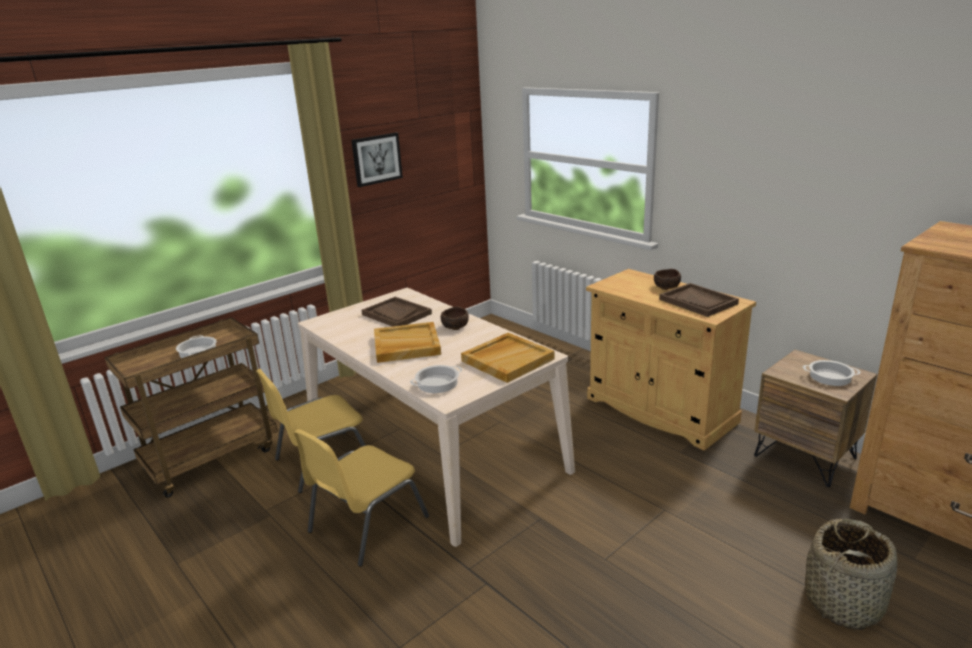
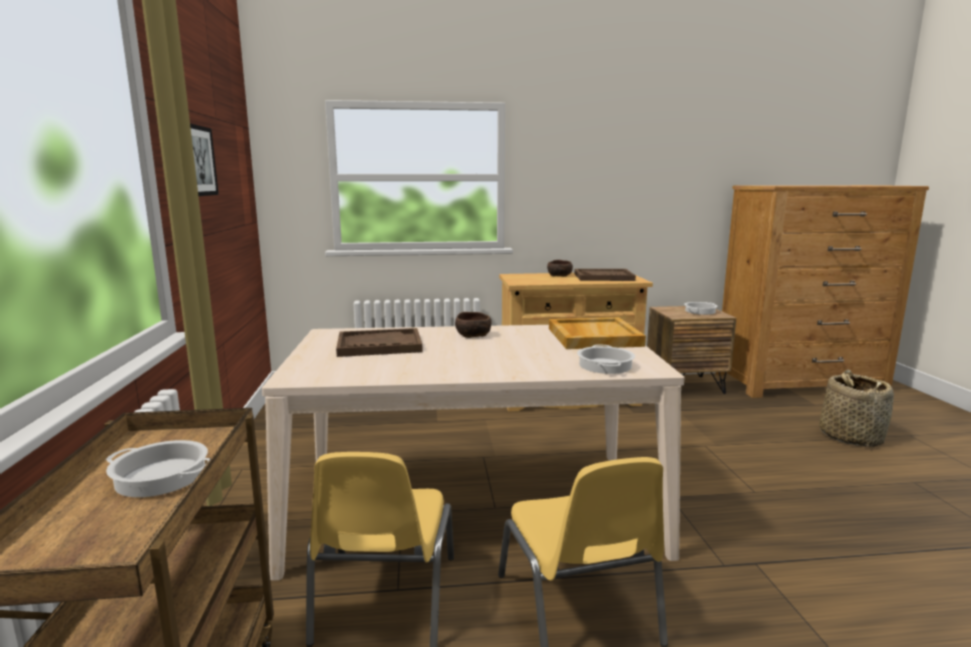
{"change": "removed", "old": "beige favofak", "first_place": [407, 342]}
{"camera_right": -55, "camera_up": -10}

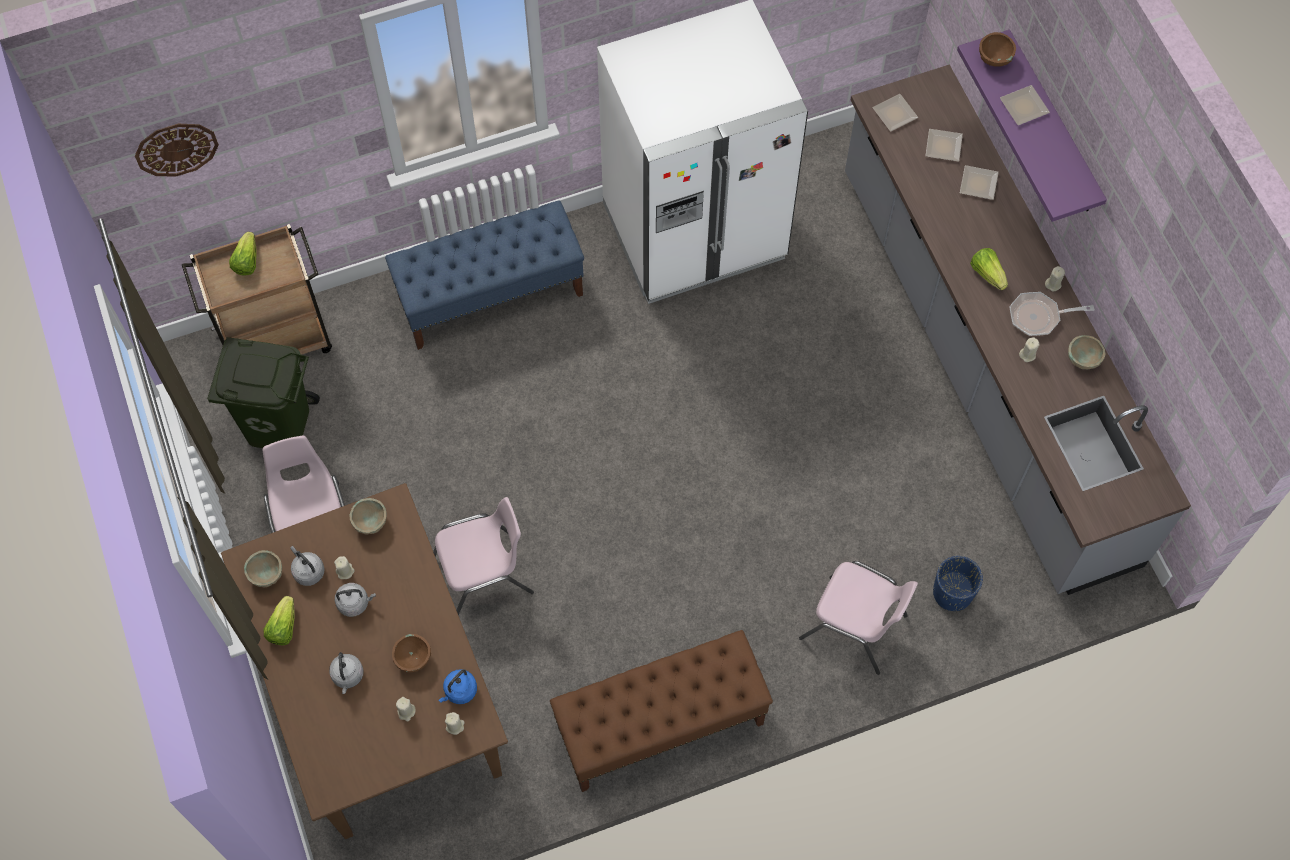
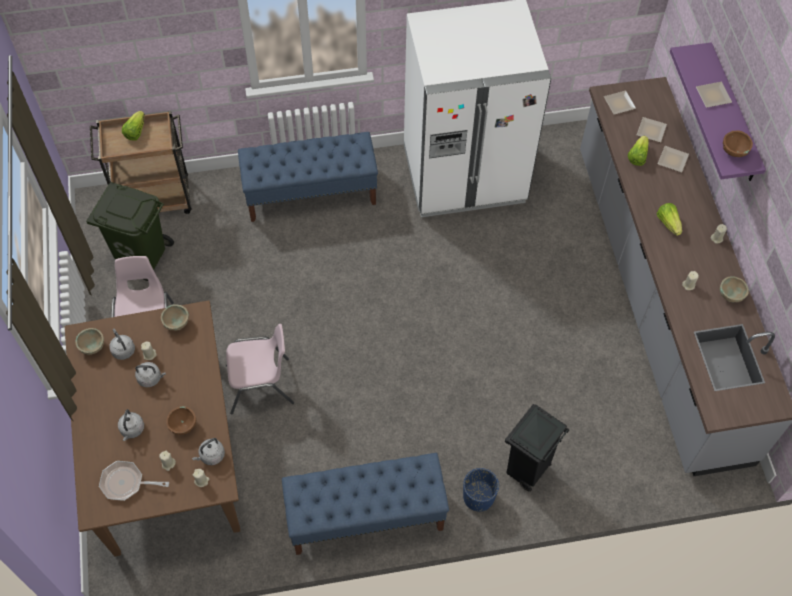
{"change": "removed", "old": "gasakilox", "first_place": [177, 150]}
{"change": "moved", "old": "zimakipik", "first_place": [279, 620], "second_place": [638, 151]}
{"change": "recoloured", "old": "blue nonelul", "new": "grey nonelul", "first_place": [457, 686], "second_place": [208, 451]}
{"change": "recoloured", "old": "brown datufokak", "new": "blue datufokak", "first_place": [661, 711], "second_place": [365, 504]}
{"change": "replaced", "old": "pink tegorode", "new": "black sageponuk", "first_place": [858, 618], "second_place": [537, 448]}
{"change": "moved", "old": "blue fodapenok", "first_place": [958, 583], "second_place": [481, 490]}
{"change": "moved", "old": "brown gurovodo", "first_place": [997, 49], "second_place": [738, 143]}
{"change": "moved", "old": "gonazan", "first_place": [1052, 314], "second_place": [134, 481]}
{"camera_right": 10, "camera_up": -5}

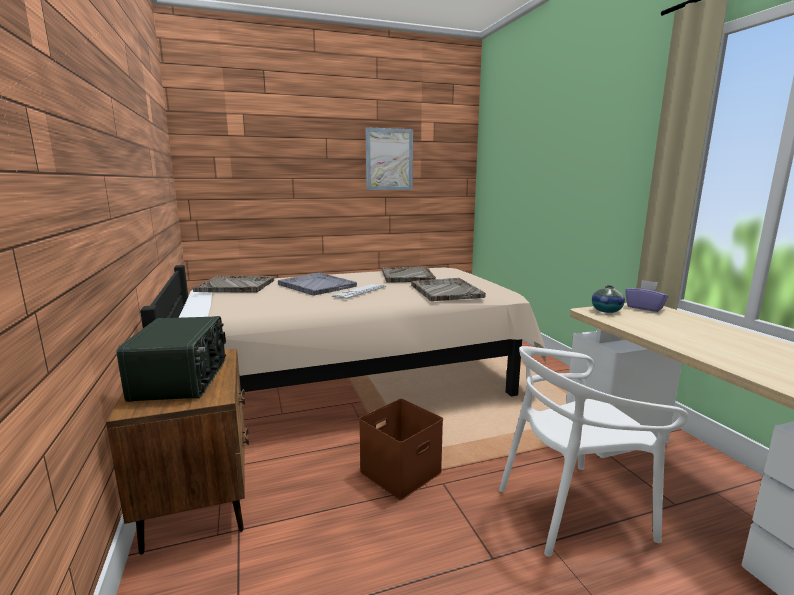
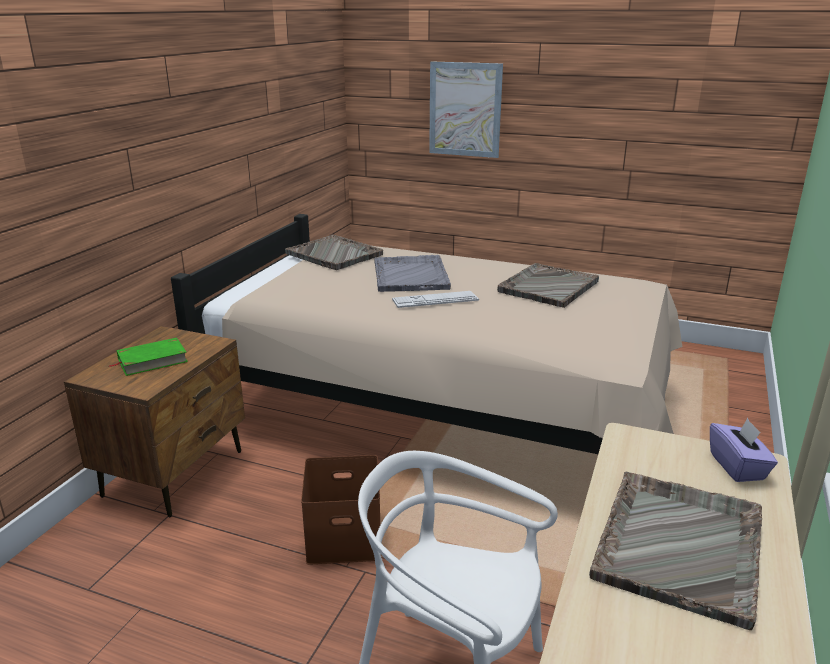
{"change": "replaced", "old": "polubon", "new": "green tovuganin", "first_place": [171, 359], "second_place": [148, 357]}
{"change": "moved", "old": "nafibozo", "first_place": [389, 158], "second_place": [466, 109]}
{"change": "moved", "old": "grey favofak", "first_place": [448, 289], "second_place": [675, 550]}
{"change": "removed", "old": "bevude", "first_place": [608, 299]}
{"camera_right": 40, "camera_up": 10}

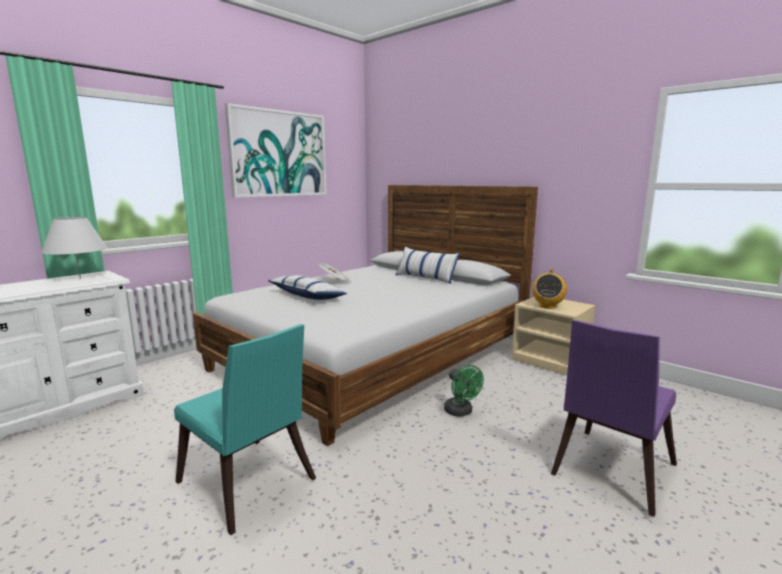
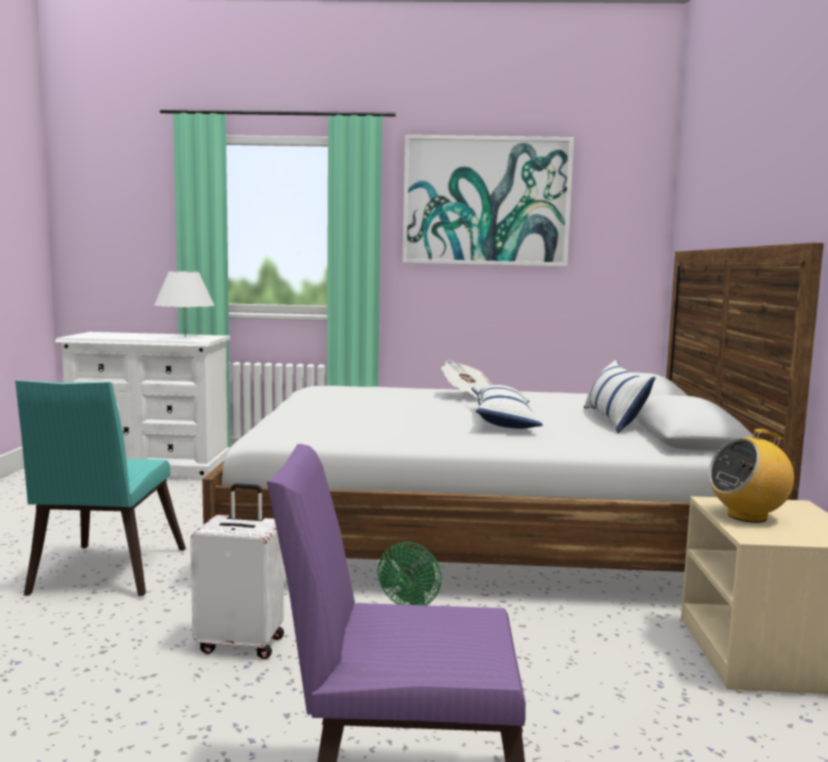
{"change": "moved", "old": "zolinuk", "first_place": [307, 287], "second_place": [507, 407]}
{"change": "added", "new": "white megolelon", "second_place": [237, 571]}
{"camera_right": 50, "camera_up": -5}

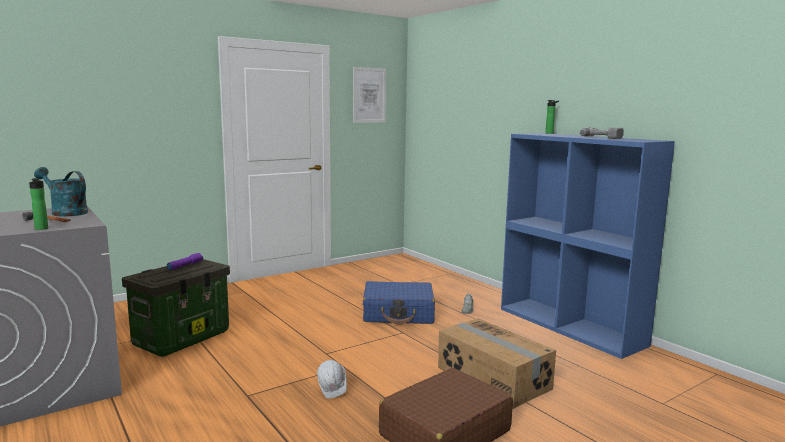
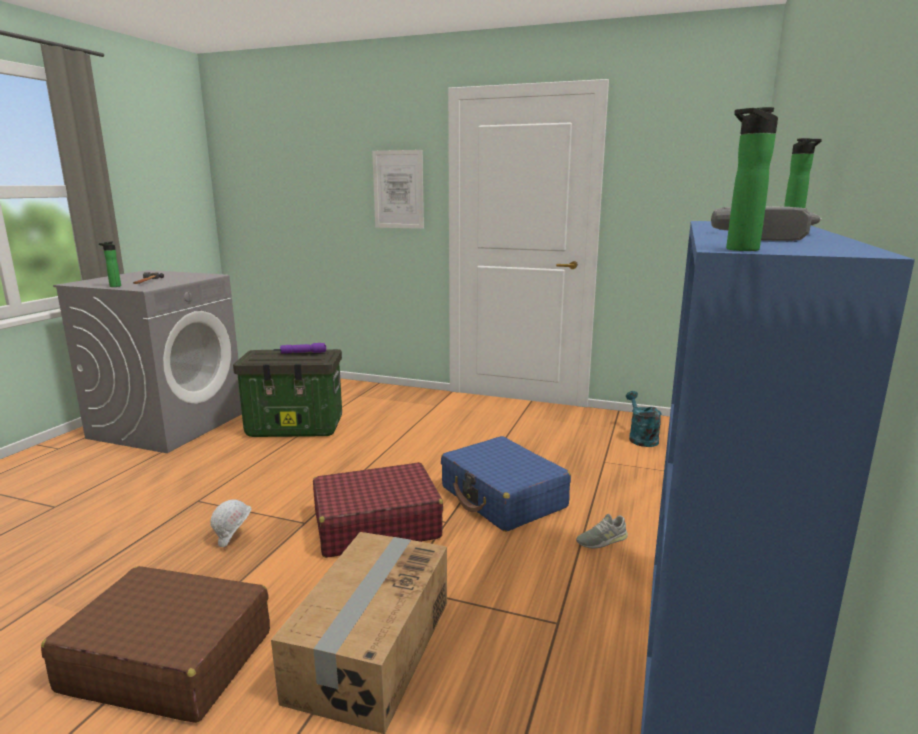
{"change": "moved", "old": "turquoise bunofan", "first_place": [61, 192], "second_place": [644, 419]}
{"change": "moved", "old": "nafibozo", "first_place": [369, 95], "second_place": [398, 189]}
{"change": "added", "new": "red megolelon", "second_place": [378, 510]}
{"change": "added", "new": "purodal", "second_place": [752, 179]}
{"camera_right": 55, "camera_up": 5}

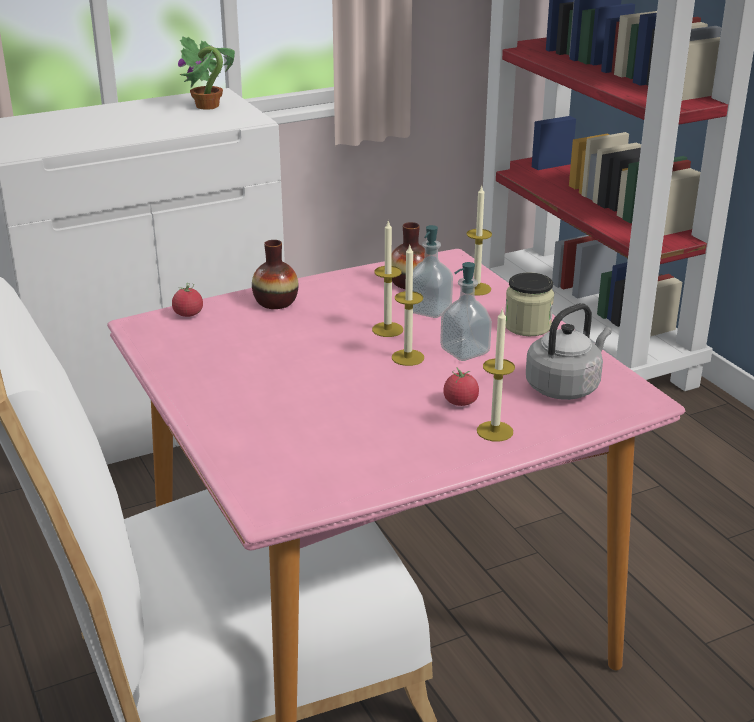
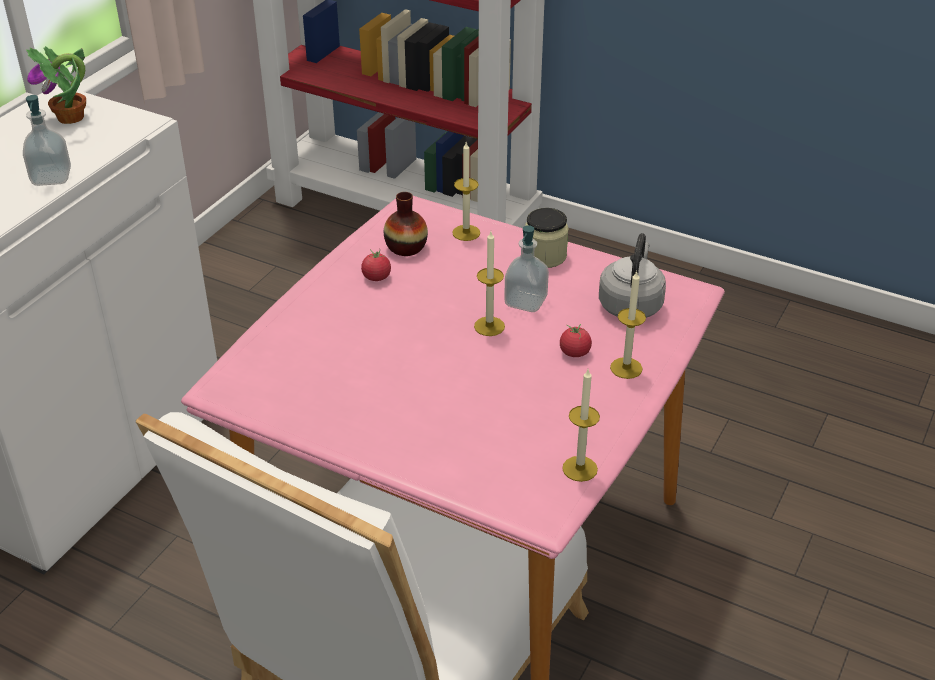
{"change": "moved", "old": "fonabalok", "first_place": [187, 300], "second_place": [376, 265]}
{"change": "removed", "old": "bevude", "first_place": [275, 274]}
{"change": "moved", "old": "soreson", "first_place": [387, 278], "second_place": [581, 425]}
{"change": "moved", "old": "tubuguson", "first_place": [433, 271], "second_place": [47, 140]}
{"camera_right": -35, "camera_up": 10}

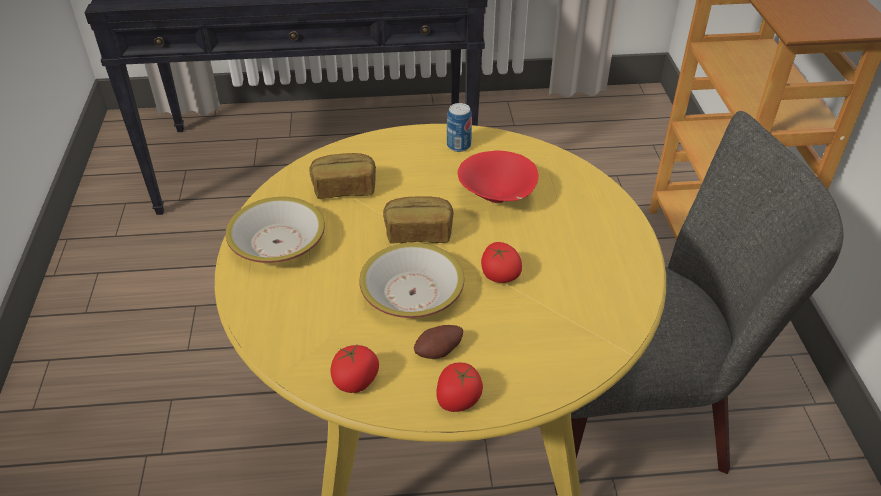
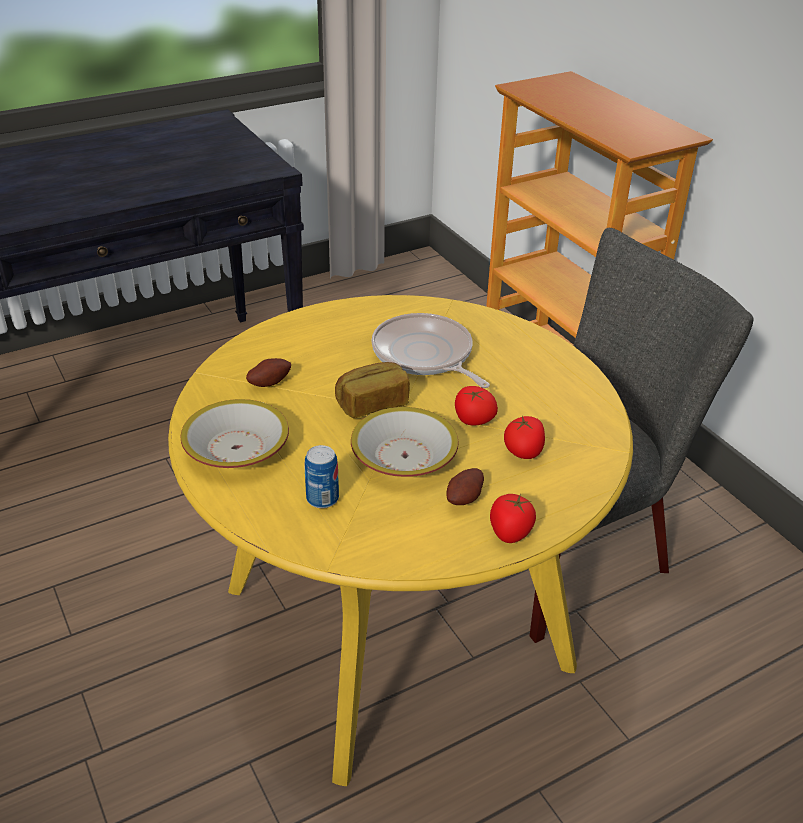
{"change": "replaced", "old": "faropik", "new": "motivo", "first_place": [342, 176], "second_place": [268, 372]}
{"change": "moved", "old": "fonabalok", "first_place": [354, 369], "second_place": [524, 437]}
{"change": "moved", "old": "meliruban", "first_place": [459, 127], "second_place": [321, 476]}
{"change": "replaced", "old": "red gurovodo", "new": "gonazan", "first_place": [498, 176], "second_place": [430, 350]}
{"camera_right": -25, "camera_up": -5}

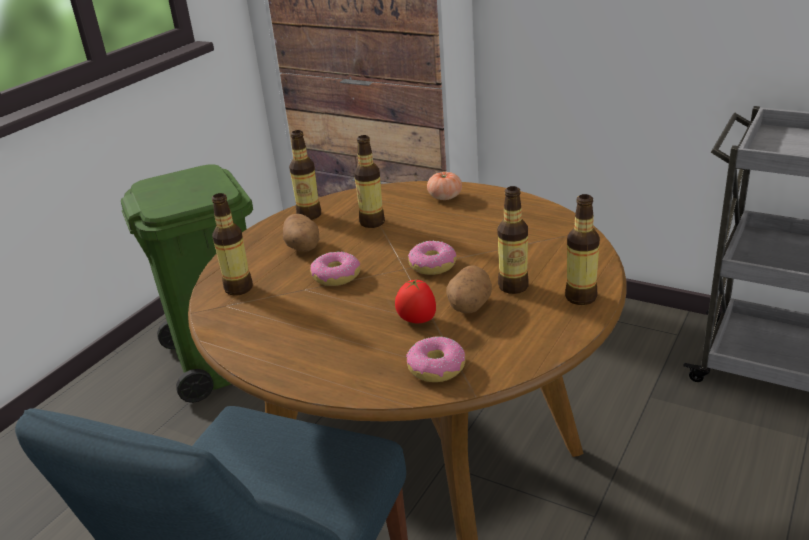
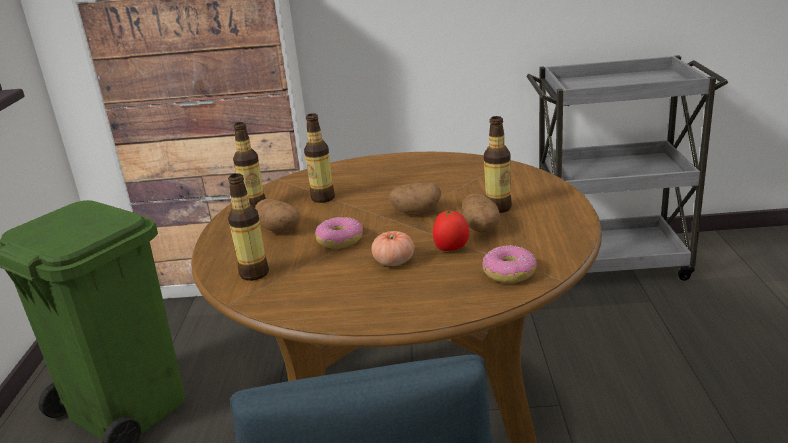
{"change": "replaced", "old": "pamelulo", "new": "motivo", "first_place": [432, 258], "second_place": [415, 198]}
{"change": "moved", "old": "fonabalok", "first_place": [444, 186], "second_place": [392, 248]}
{"change": "removed", "old": "purodal", "first_place": [582, 249]}
{"camera_right": -30, "camera_up": -5}

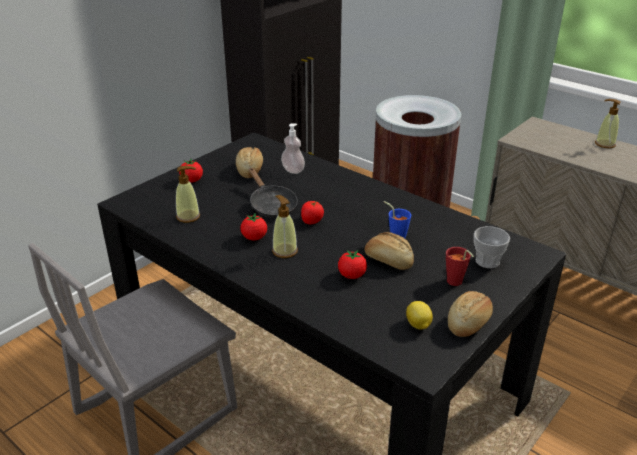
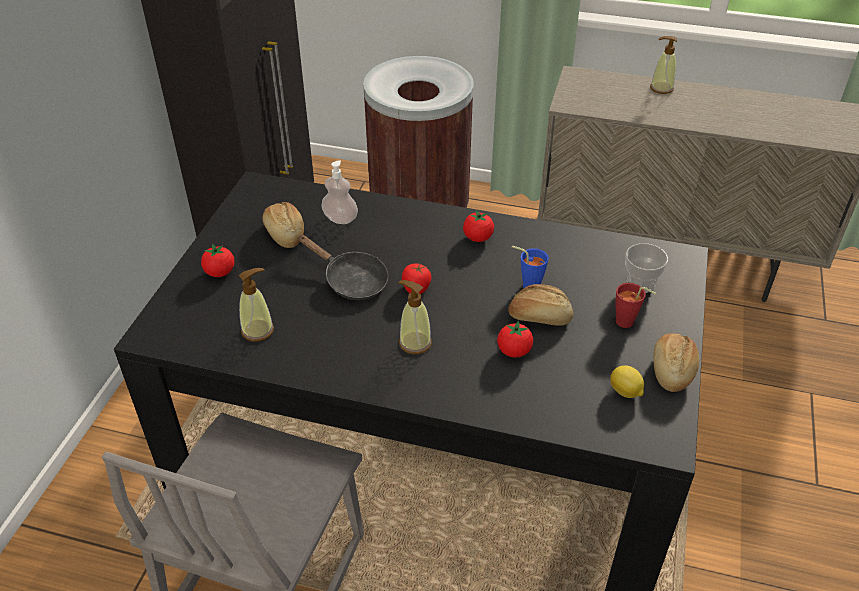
{"change": "moved", "old": "fonabalok", "first_place": [254, 226], "second_place": [478, 226]}
{"camera_right": -25, "camera_up": 10}

